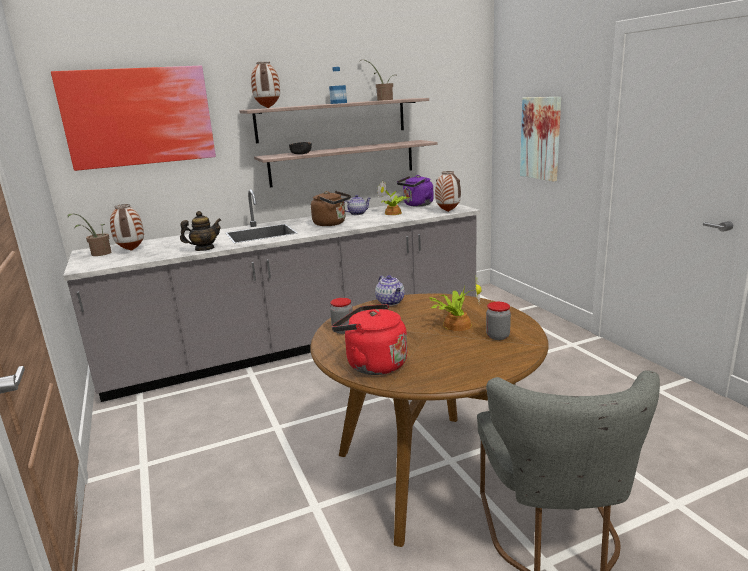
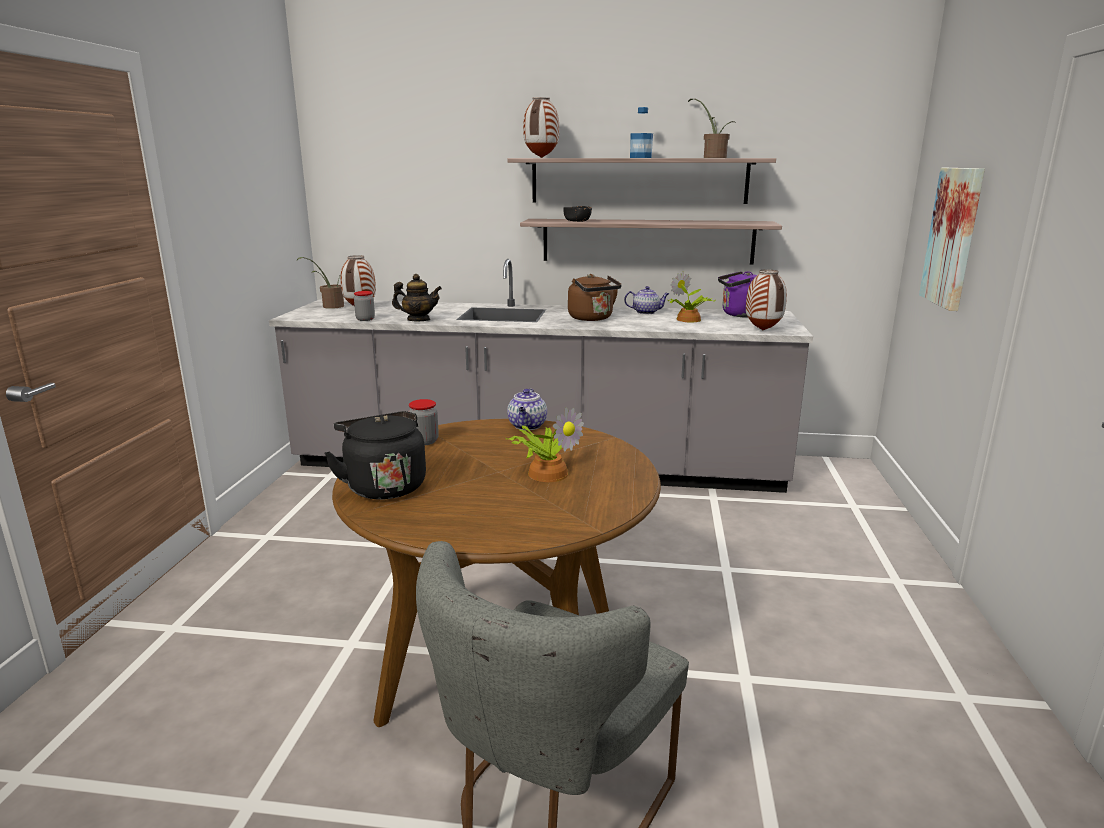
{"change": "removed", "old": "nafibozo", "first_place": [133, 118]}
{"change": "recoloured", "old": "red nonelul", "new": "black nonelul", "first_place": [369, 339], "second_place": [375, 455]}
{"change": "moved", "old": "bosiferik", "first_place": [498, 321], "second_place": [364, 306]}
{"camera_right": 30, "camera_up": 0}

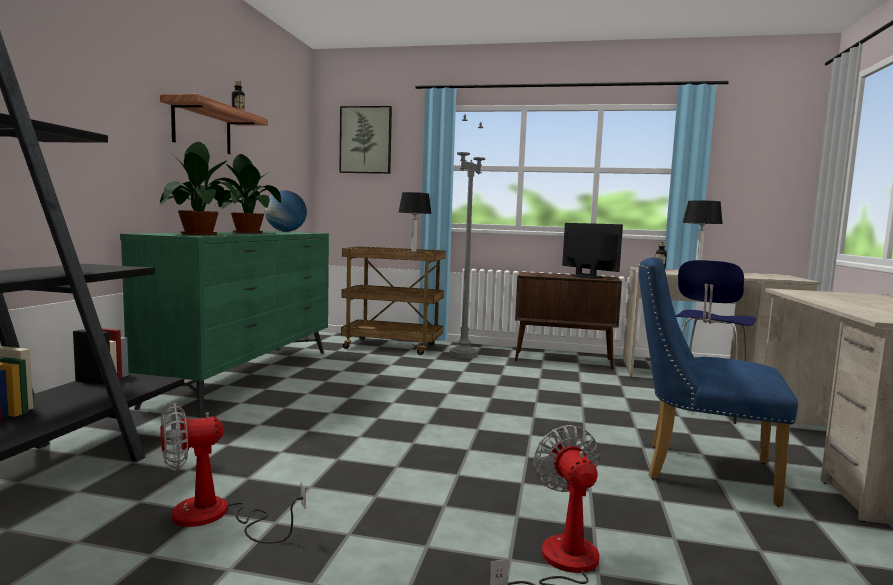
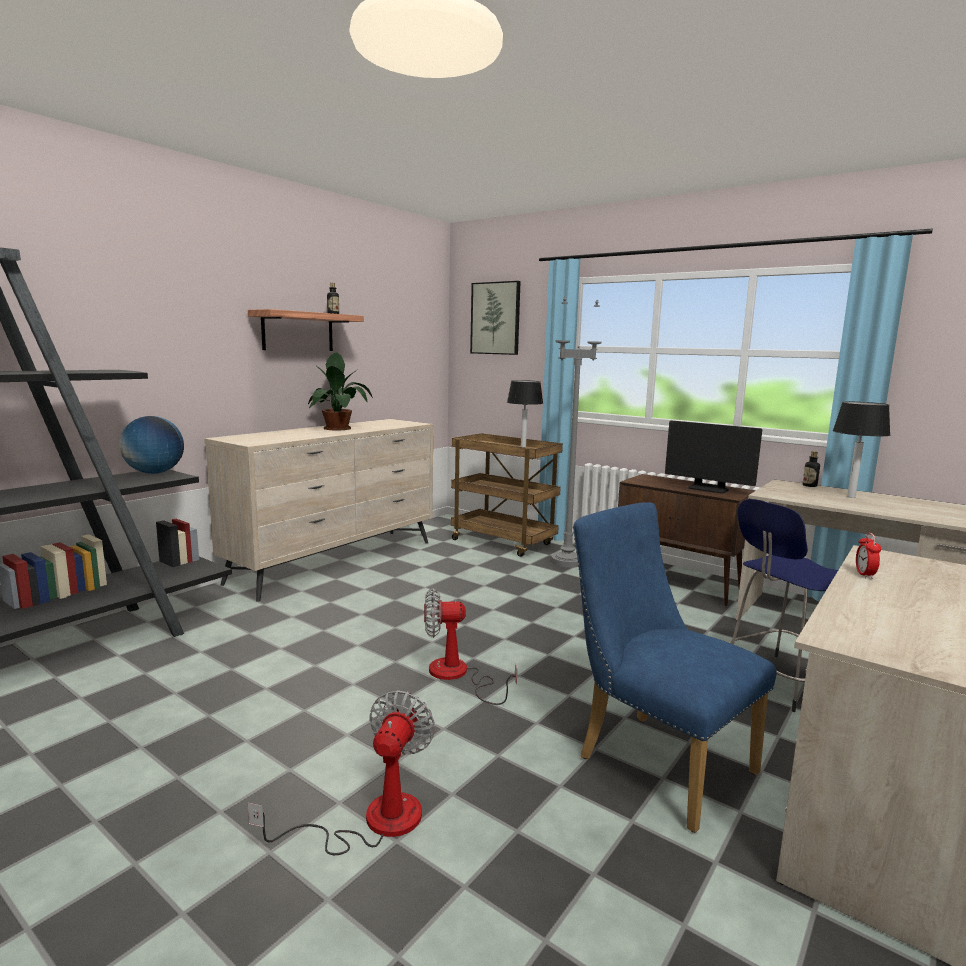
{"change": "recoloured", "old": "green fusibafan", "new": "beige fusibafan", "first_place": [224, 324], "second_place": [318, 510]}
{"change": "removed", "old": "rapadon", "first_place": [203, 188]}
{"change": "moved", "old": "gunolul", "first_place": [232, 473], "second_place": [470, 646]}
{"change": "moved", "old": "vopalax", "first_place": [285, 211], "second_place": [151, 445]}
{"change": "turned", "old": "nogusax", "first_place": [592, 251], "second_place": [713, 456], "degrees": 135}
{"change": "added", "new": "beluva", "second_place": [868, 556]}
{"camera_right": 25, "camera_up": 5}

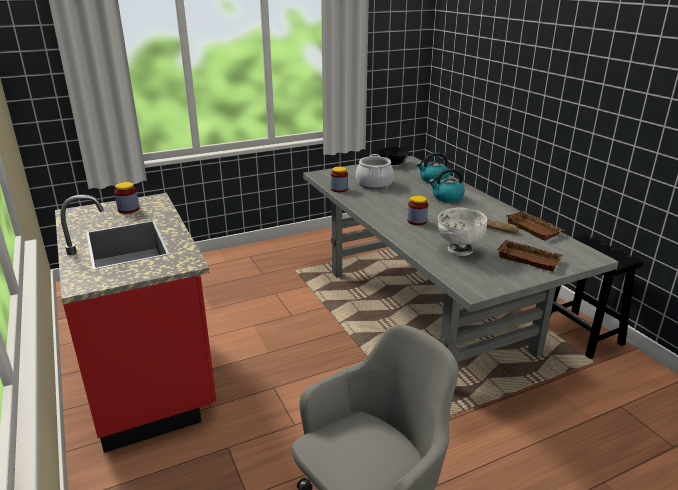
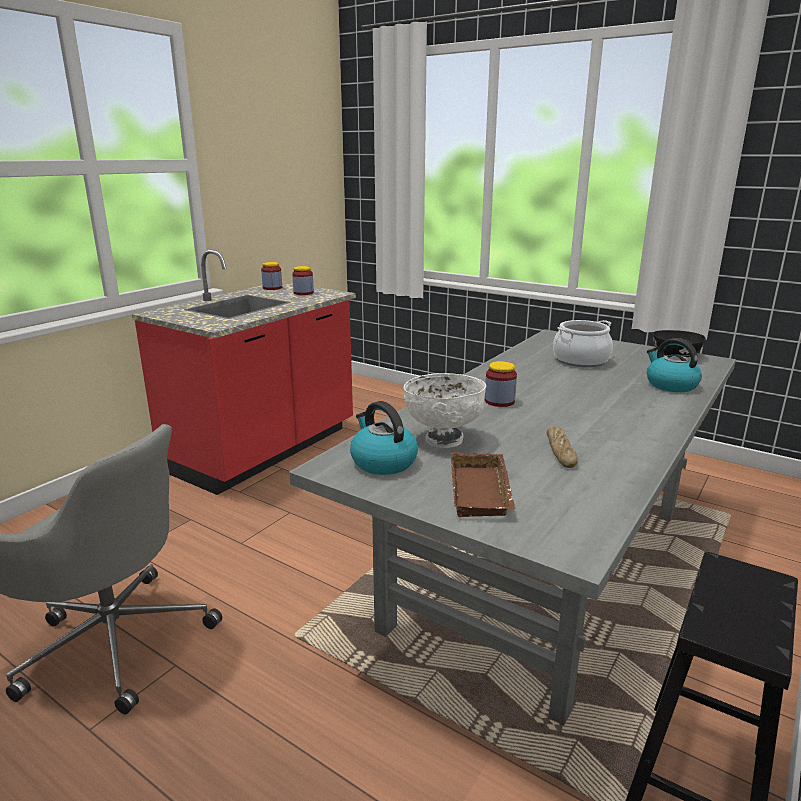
{"change": "moved", "old": "bosiferik", "first_place": [339, 179], "second_place": [271, 276]}
{"change": "moved", "old": "nonelul", "first_place": [447, 185], "second_place": [384, 438]}
{"change": "removed", "old": "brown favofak", "first_place": [534, 226]}
{"camera_right": 60, "camera_up": -5}

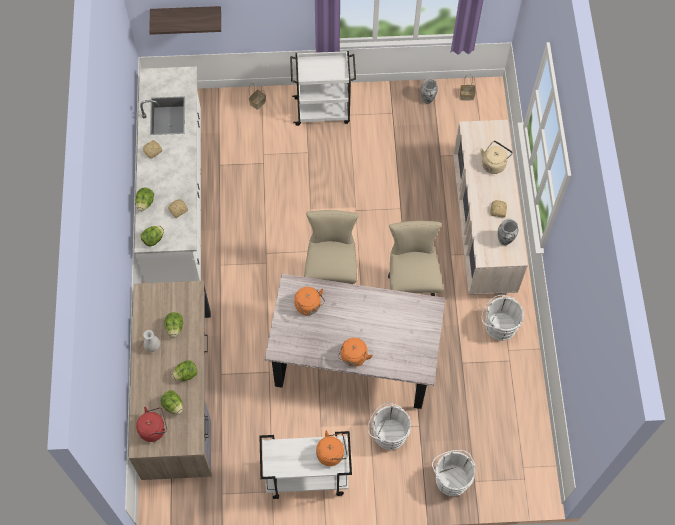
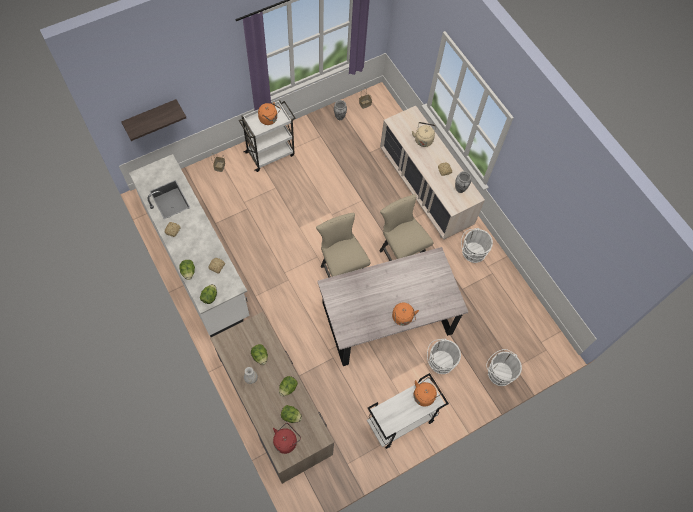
{"change": "moved", "old": "orange nonelul", "first_place": [309, 301], "second_place": [269, 113]}
{"camera_right": -30, "camera_up": 0}

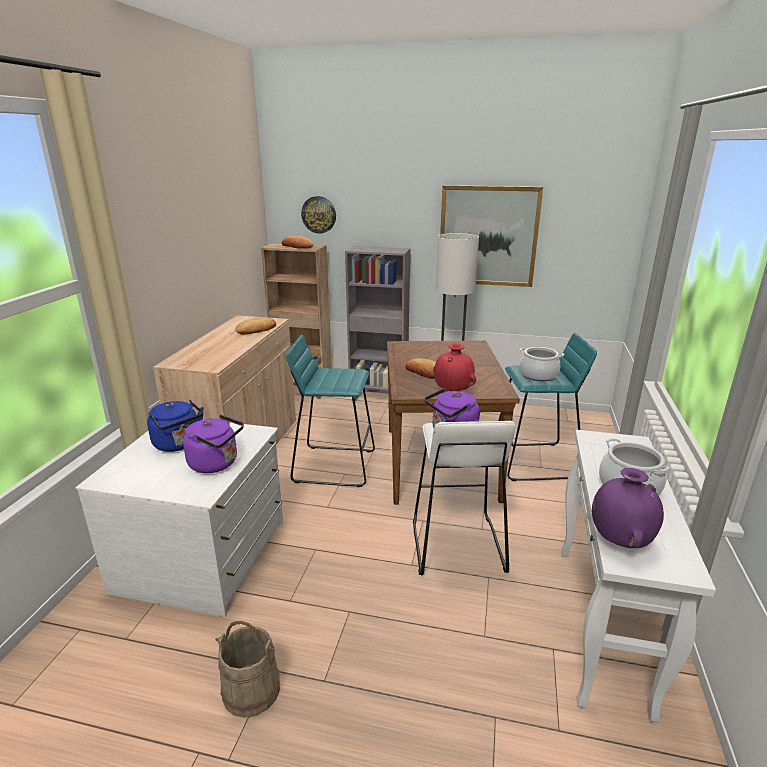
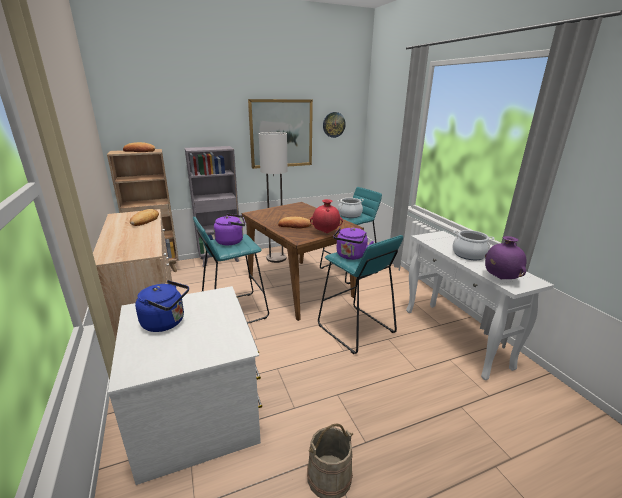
{"change": "moved", "old": "purple nonelul", "first_place": [213, 444], "second_place": [229, 229]}
{"change": "moved", "old": "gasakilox", "first_place": [318, 215], "second_place": [334, 125]}
{"change": "recoloured", "old": "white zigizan", "new": "turquoise zigizan", "first_place": [464, 498], "second_place": [360, 294]}
{"camera_right": -35, "camera_up": 0}

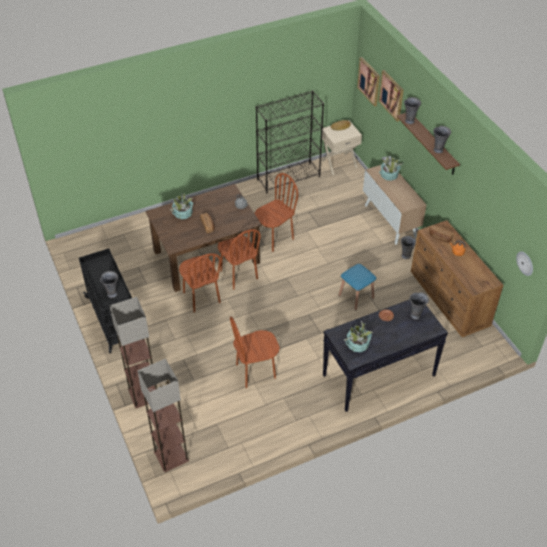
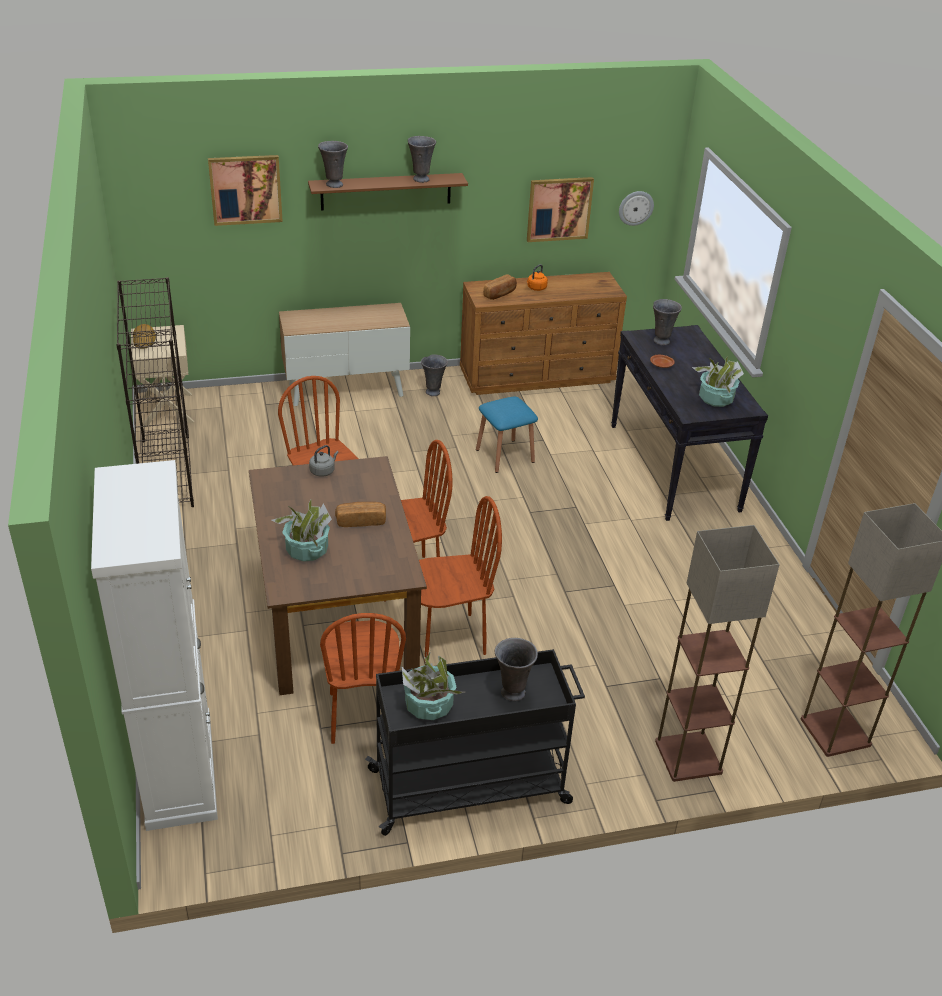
{"change": "moved", "old": "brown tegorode", "first_place": [255, 352], "second_place": [363, 678]}
{"change": "moved", "old": "nafibozo", "first_place": [368, 82], "second_place": [560, 209]}
{"change": "moved", "old": "rapadon", "first_place": [391, 168], "second_place": [433, 685]}
{"change": "added", "new": "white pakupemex", "second_place": [154, 645]}
{"camera_right": -80, "camera_up": -10}

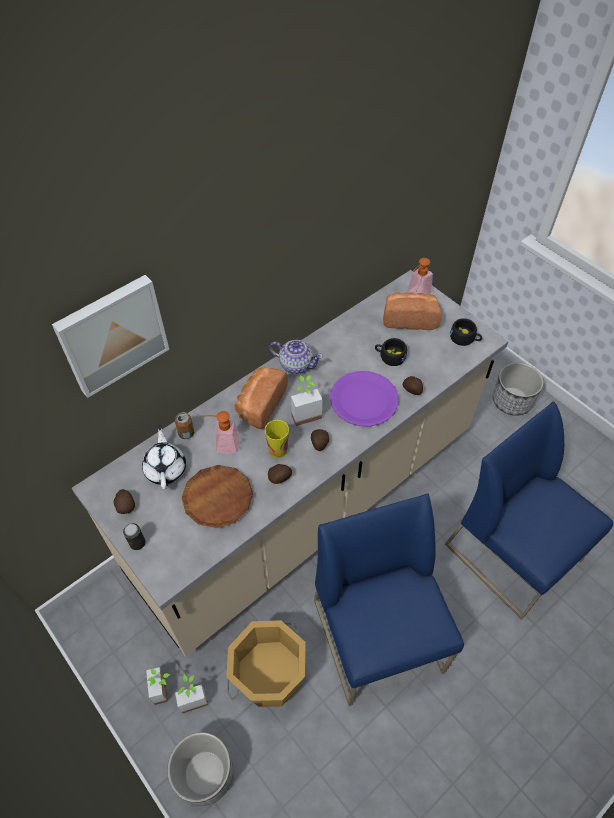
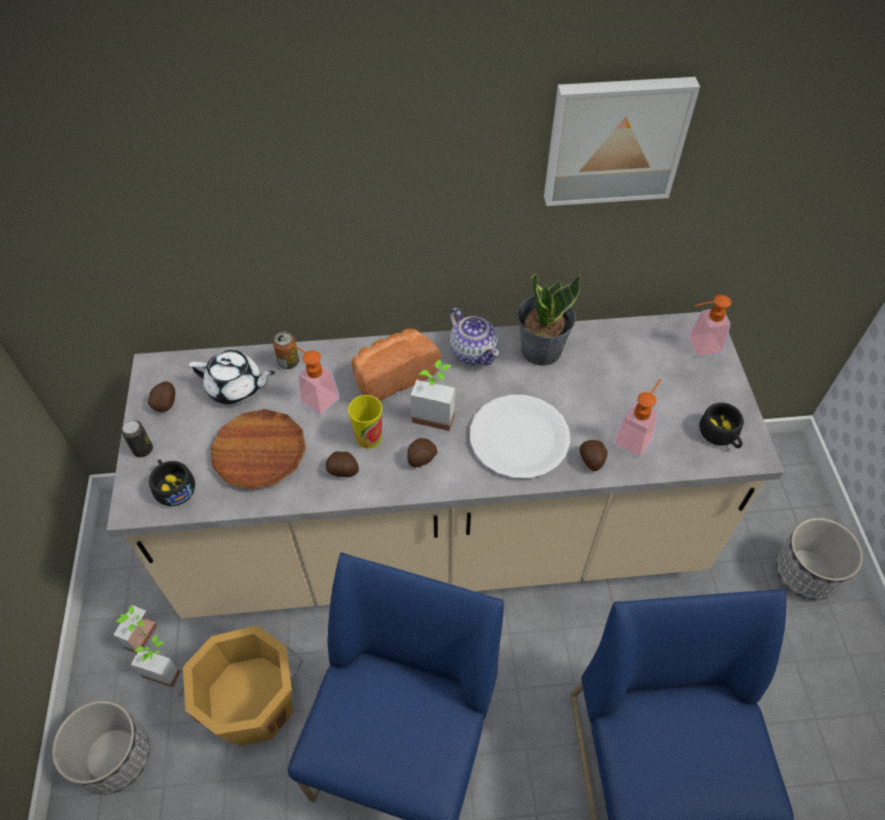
{"change": "moved", "old": "nafibozo", "first_place": [110, 336], "second_place": [622, 141]}
{"change": "turned", "old": "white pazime", "first_place": [164, 457], "second_place": [232, 377], "degrees": 75}
{"change": "recoloured", "old": "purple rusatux", "new": "white rusatux", "first_place": [364, 399], "second_place": [520, 437]}
{"change": "moved", "old": "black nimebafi", "first_place": [391, 352], "second_place": [172, 482]}
{"change": "removed", "old": "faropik", "first_place": [412, 311]}
{"change": "added", "new": "rapadon", "second_place": [549, 319]}
{"change": "added", "new": "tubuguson", "second_place": [637, 417]}
{"camera_right": 35, "camera_up": 0}

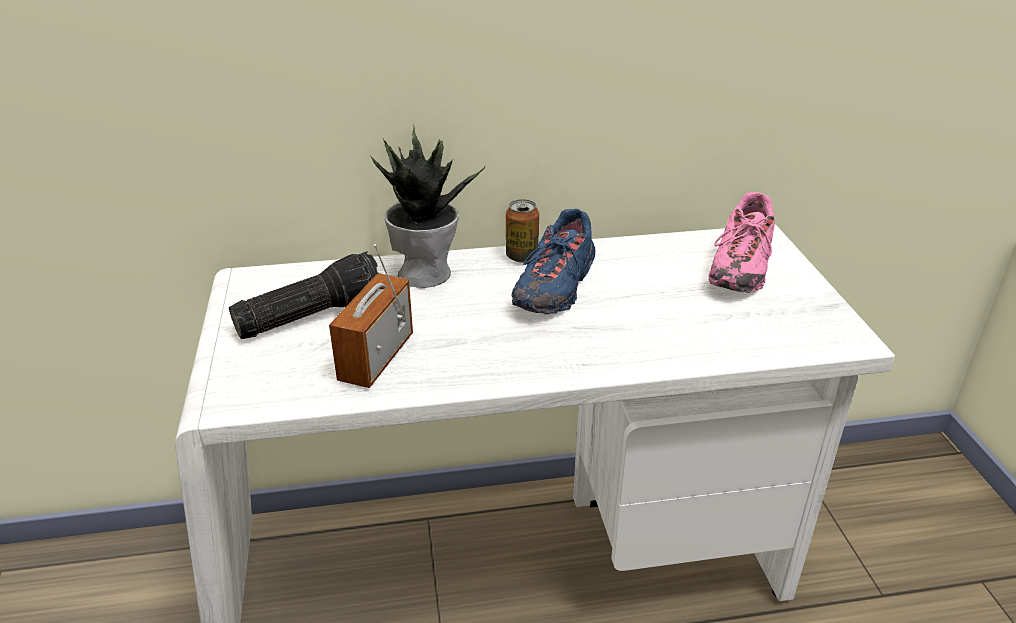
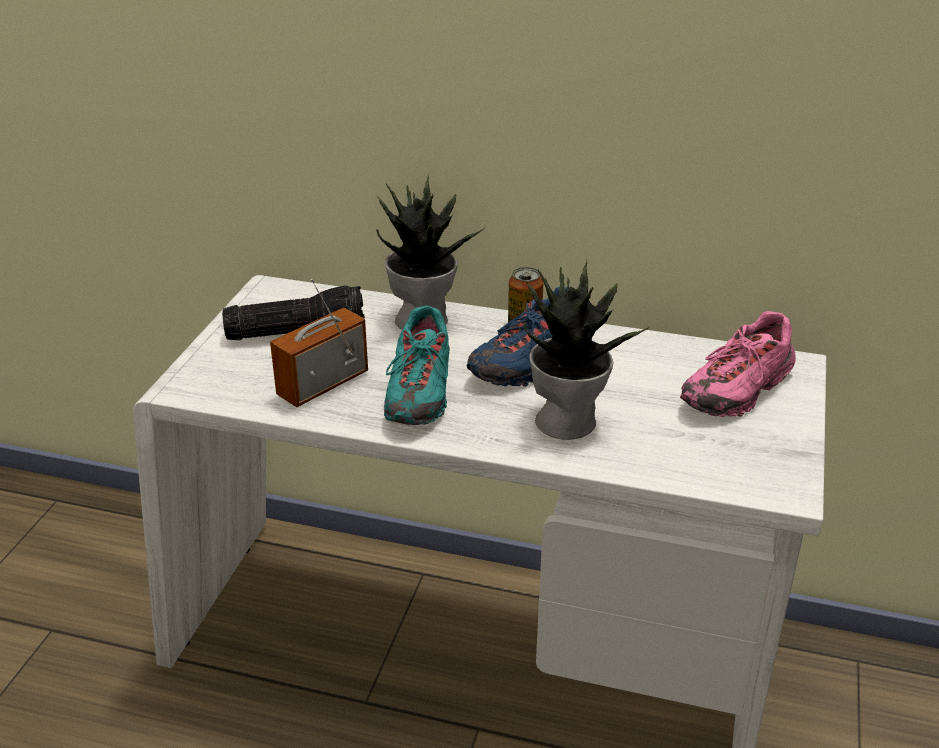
{"change": "added", "new": "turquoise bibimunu", "second_place": [416, 365]}
{"change": "added", "new": "rapadon", "second_place": [587, 350]}
{"camera_right": 25, "camera_up": 0}

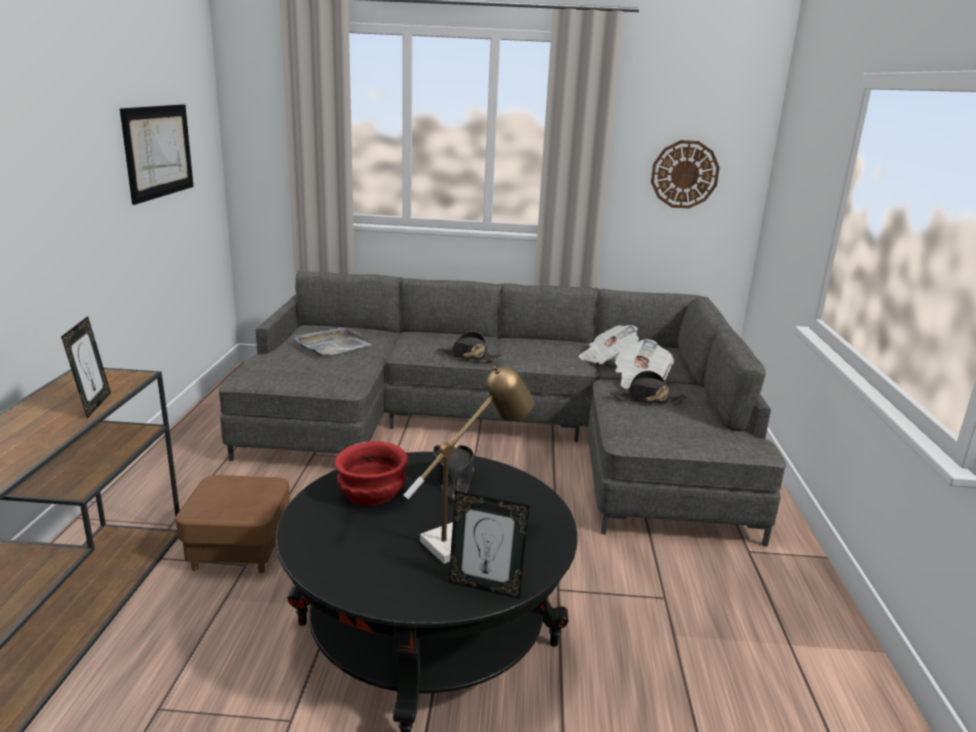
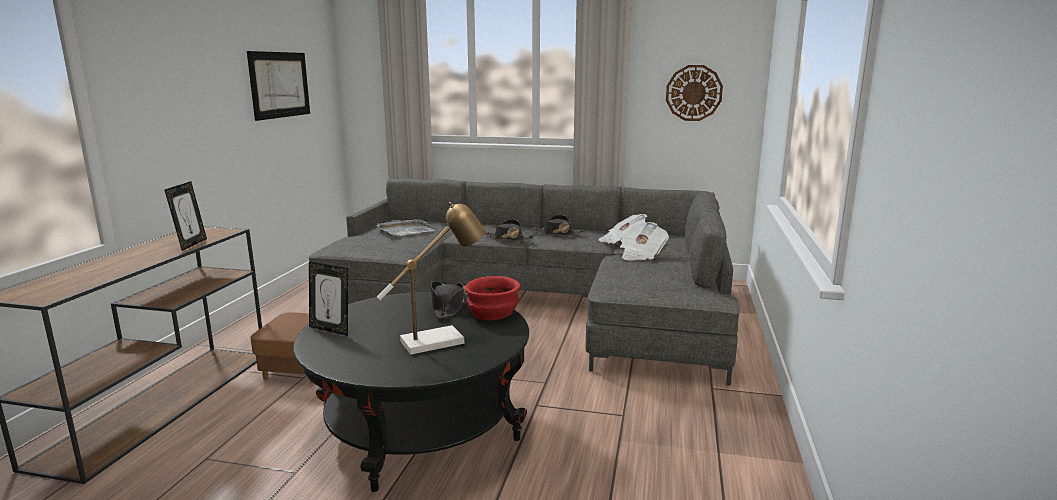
{"change": "moved", "old": "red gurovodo", "first_place": [371, 473], "second_place": [492, 298]}
{"change": "moved", "old": "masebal", "first_place": [488, 545], "second_place": [328, 299]}
{"change": "moved", "old": "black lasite", "first_place": [648, 388], "second_place": [558, 225]}
{"camera_right": 10, "camera_up": -5}

